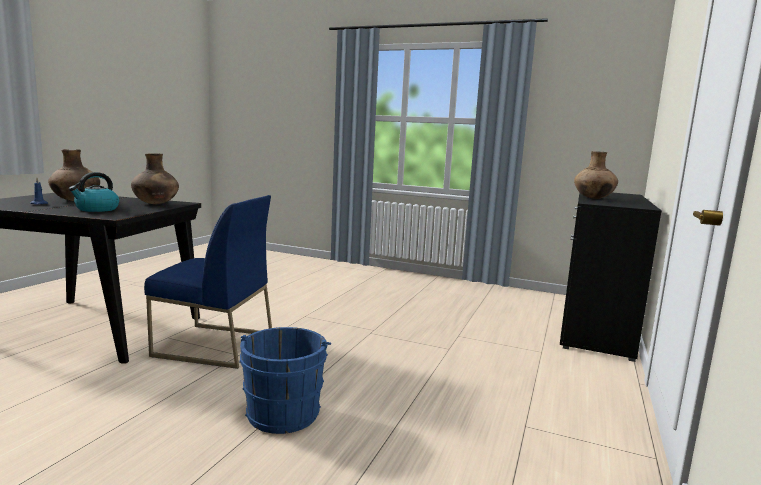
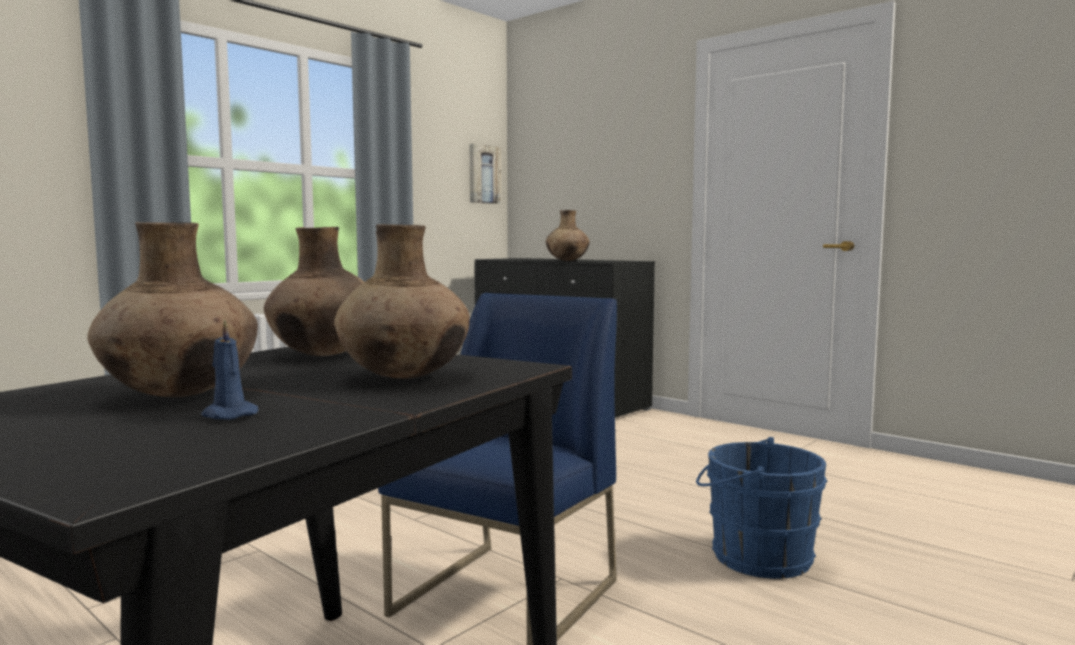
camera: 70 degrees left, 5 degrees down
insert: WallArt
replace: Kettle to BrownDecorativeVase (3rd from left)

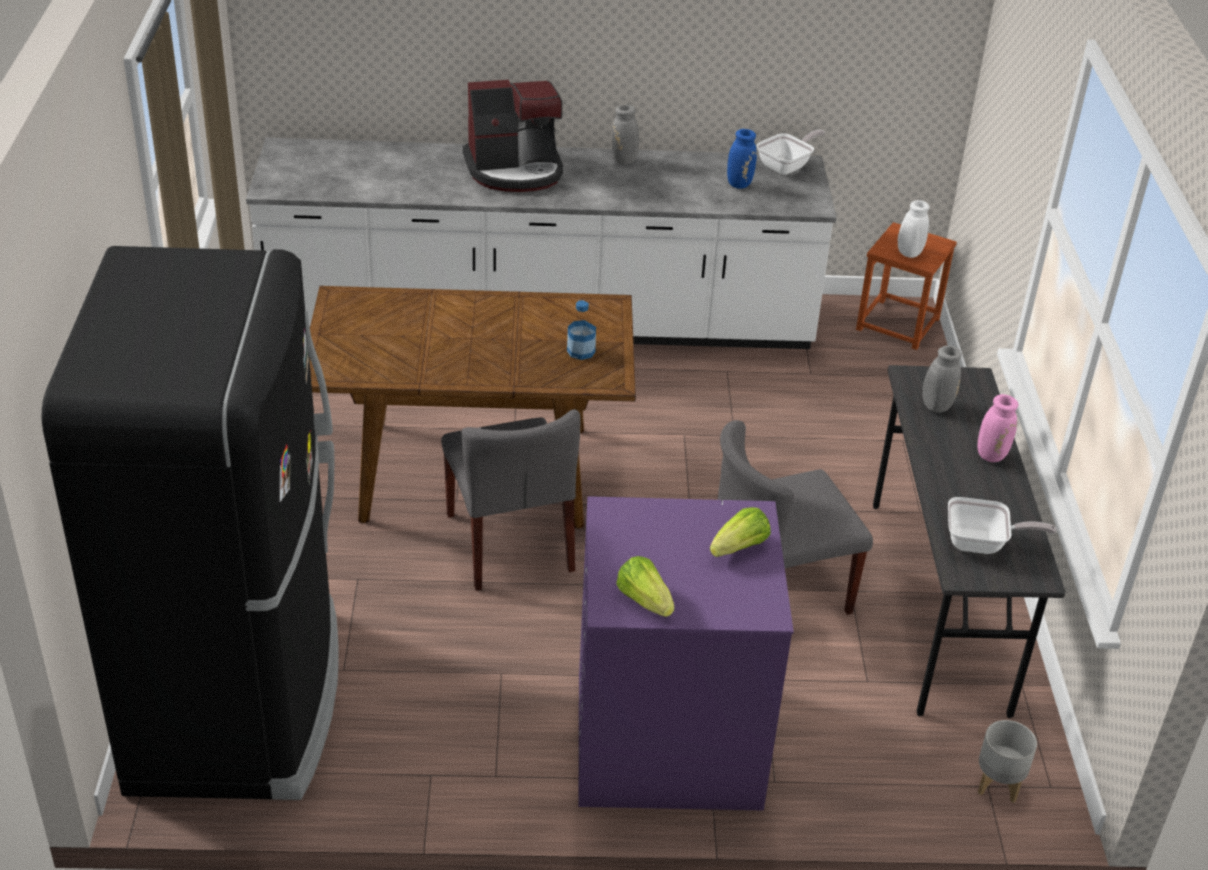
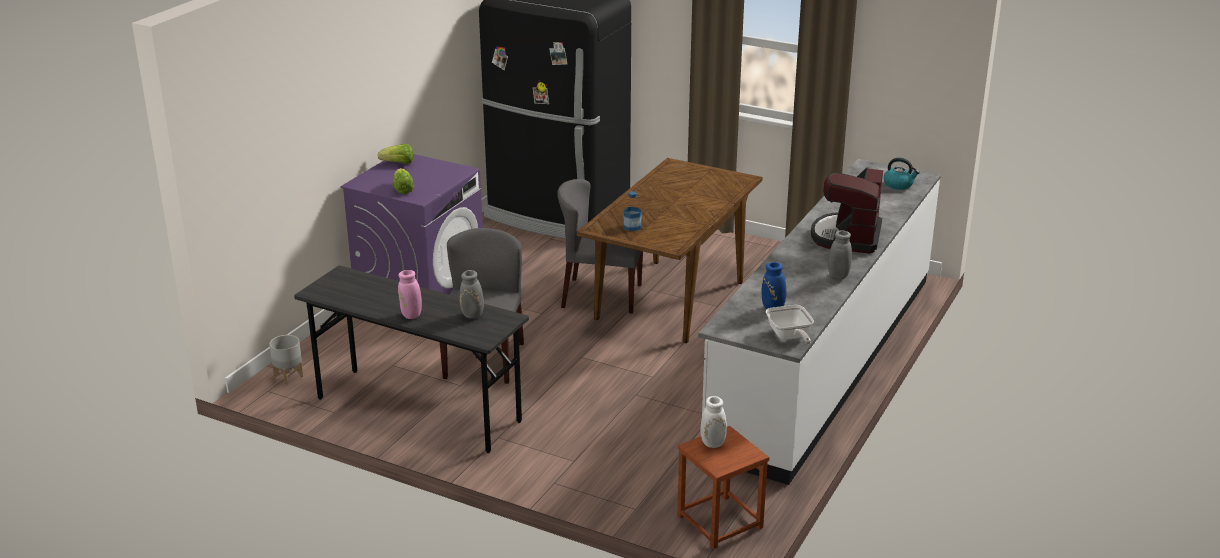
camera: 120 degrees right, 10 degrees down
delete: Skillet (2nd from left)
insert: Kettle

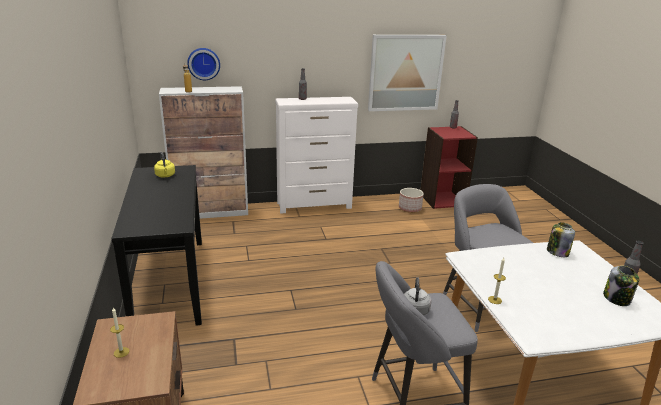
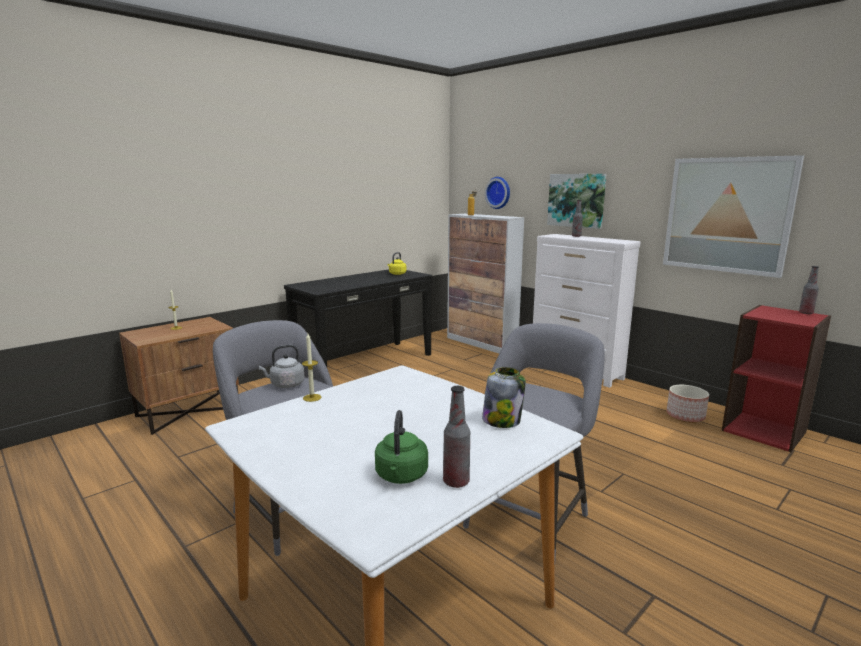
camera: 60 degrees right, 10 degrees down
insert: WallArt (1st from left)
replace: StorageJar (2nd from left) to GreenKettle

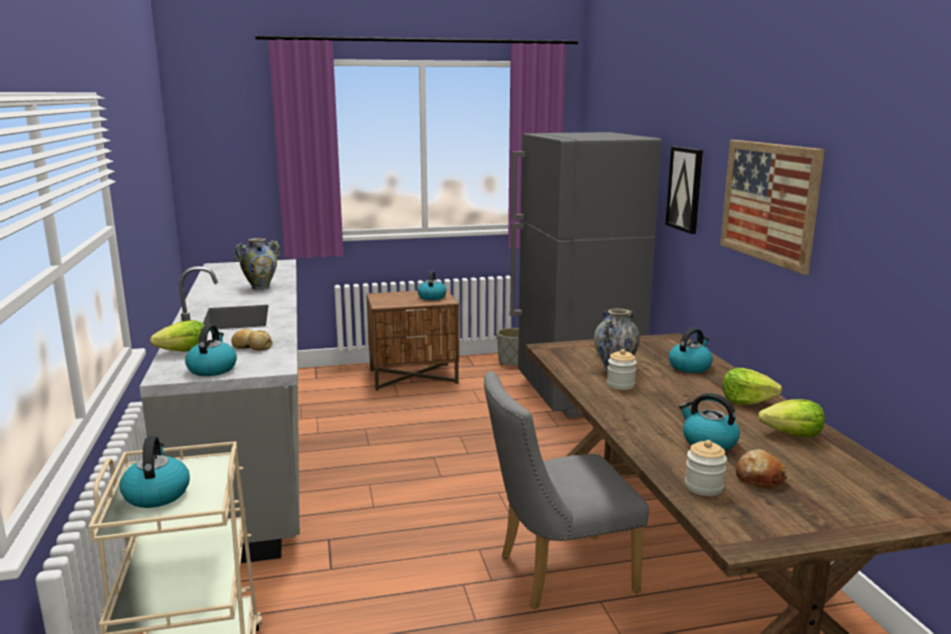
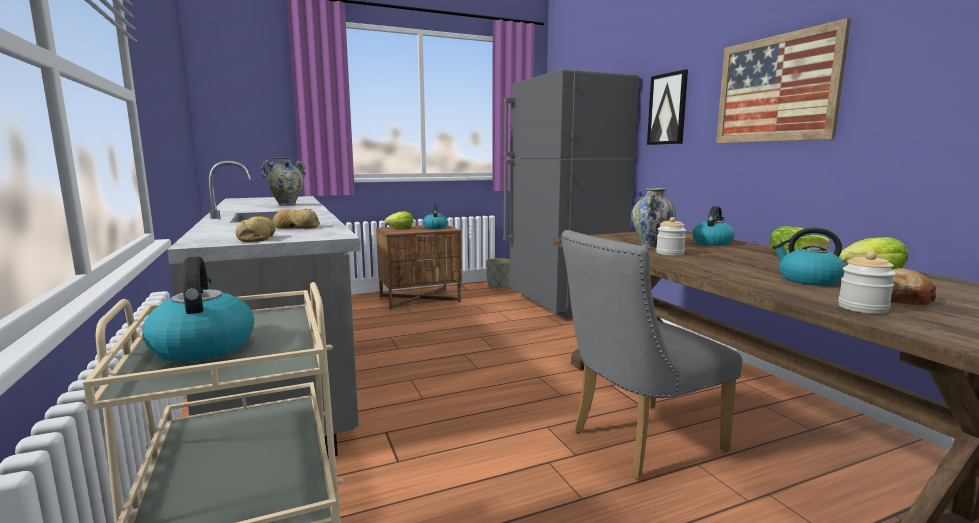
camera: 10 degrees left, 5 degrees down
move: Lettuce (1st from left)
replace: Kettle (2nd from left) to BakeryBread (1st from left)

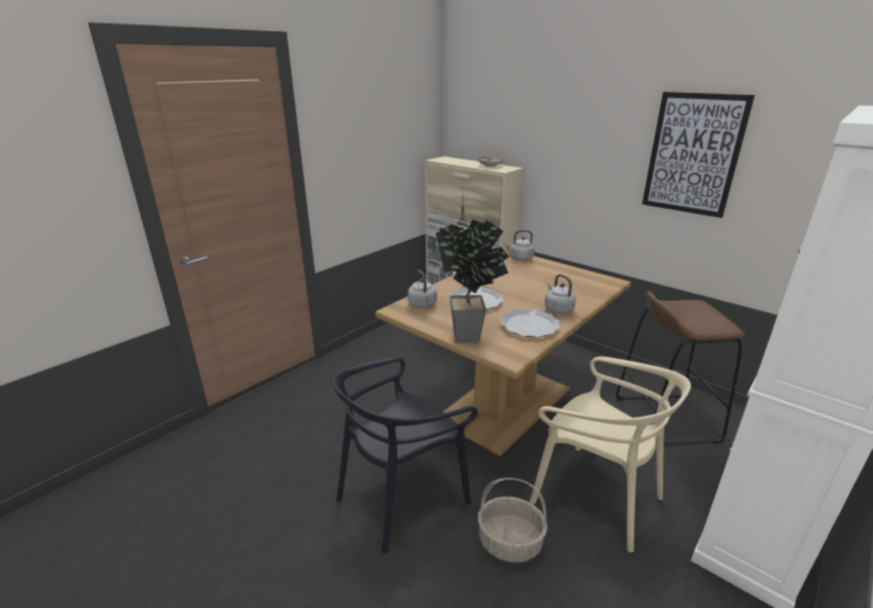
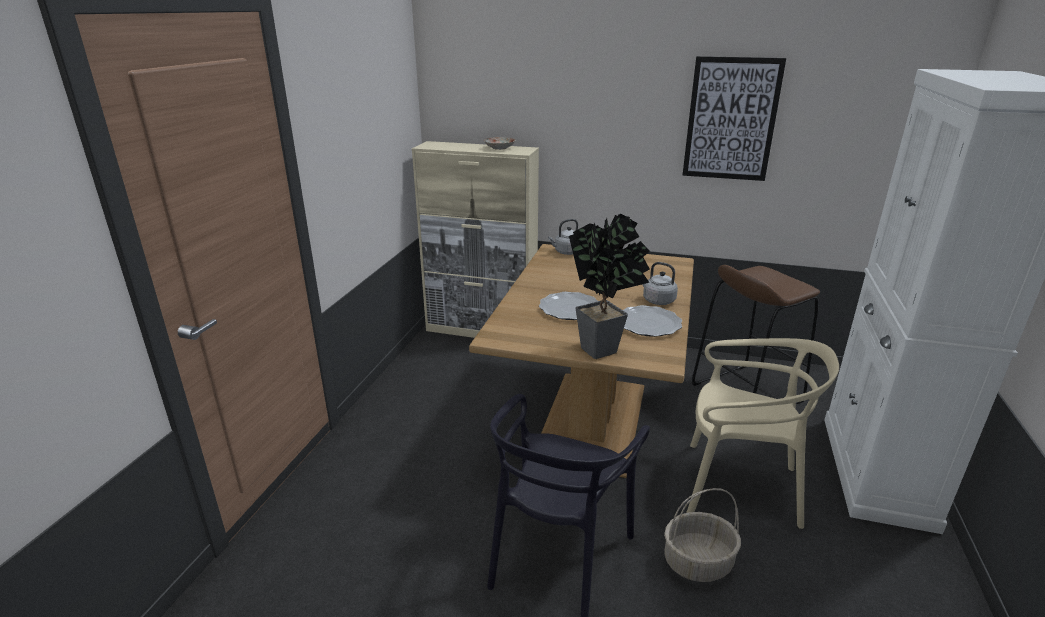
camera: 25 degrees left, 0 degrees up
delete: GreyishKettle (1st from left)

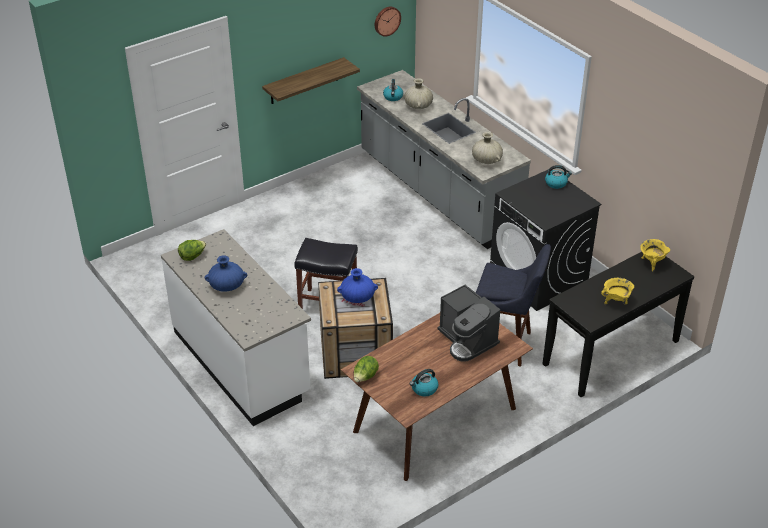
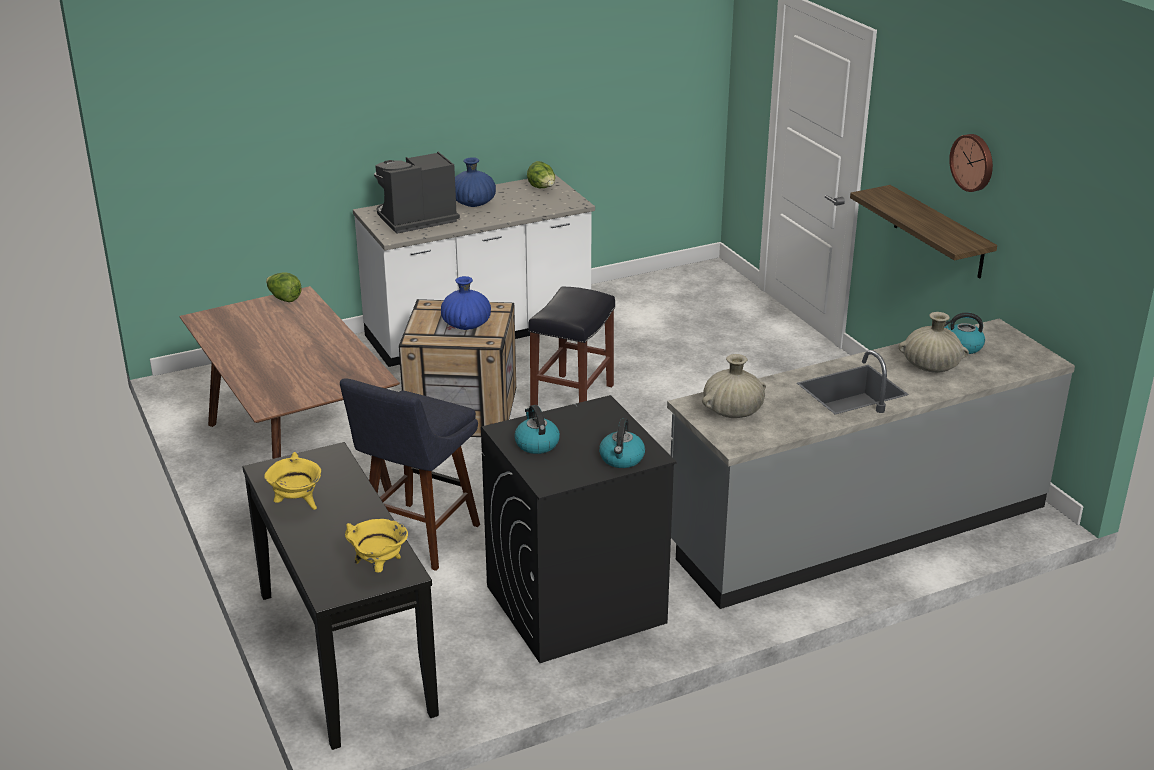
camera: 100 degrees right, 10 degrees down
move: WallClock; Kettle (2nd from left in the first image) to Kettle (1st from left); CoffeeMaker

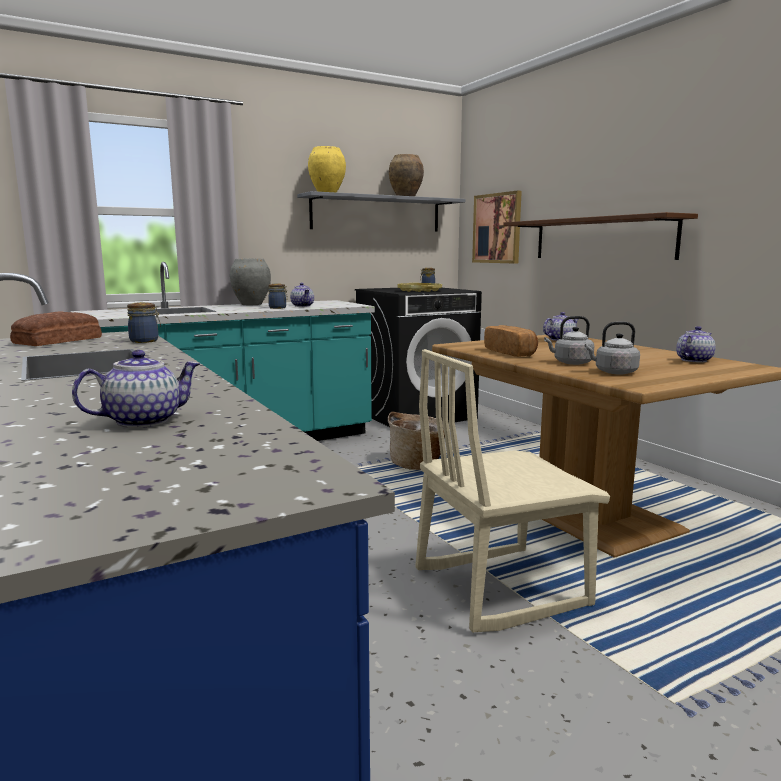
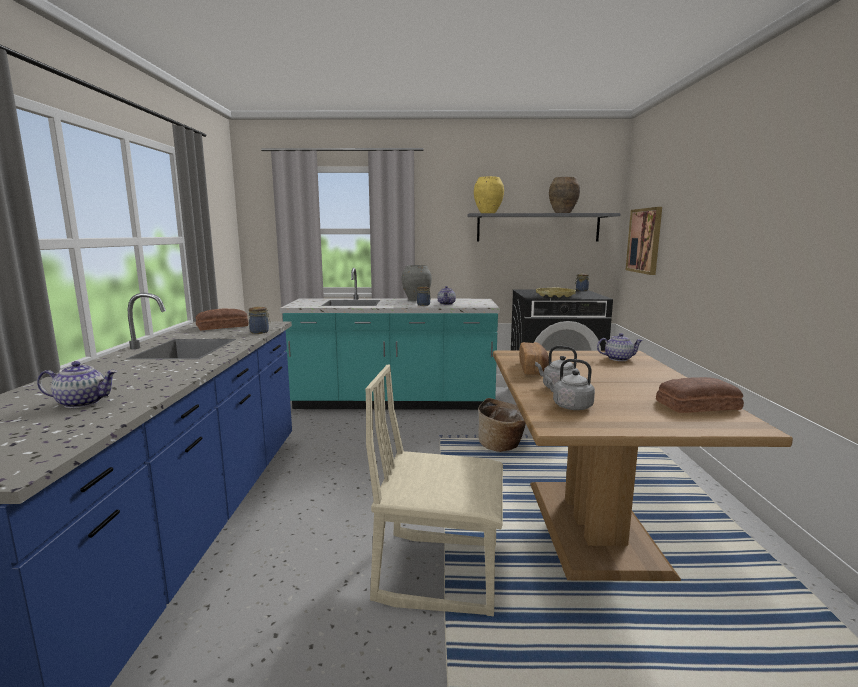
camera: 30 degrees right, 0 degrees up
delete: BrownShelf
replace: TeaPot (4th from left) to BakeryBread (3rd from left)

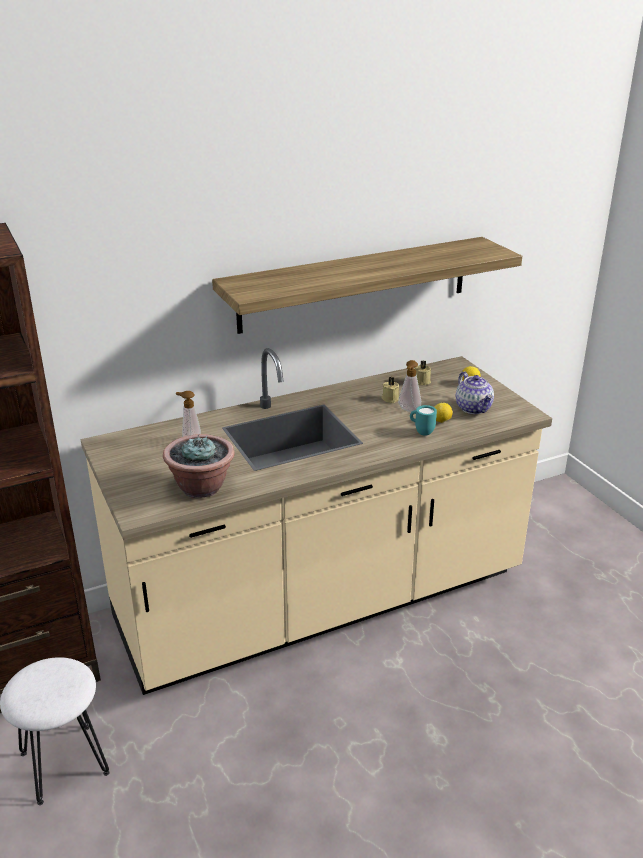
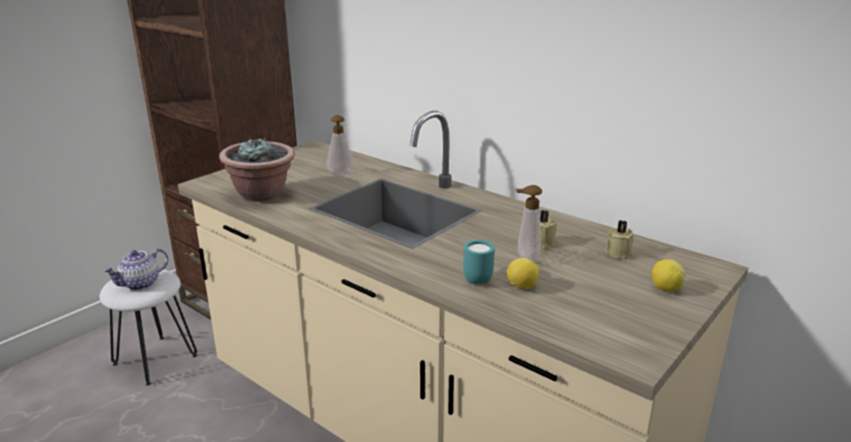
camera: 65 degrees right, 5 degrees down
delete: Shelf
move: TeaPot

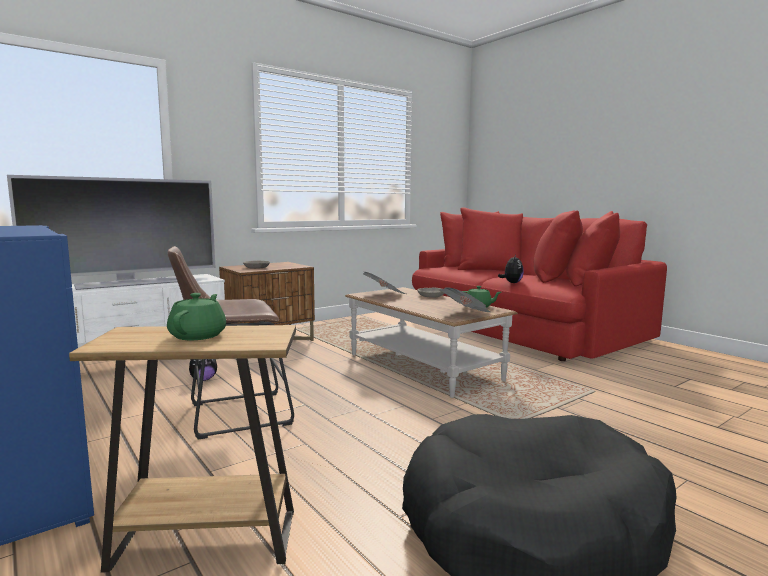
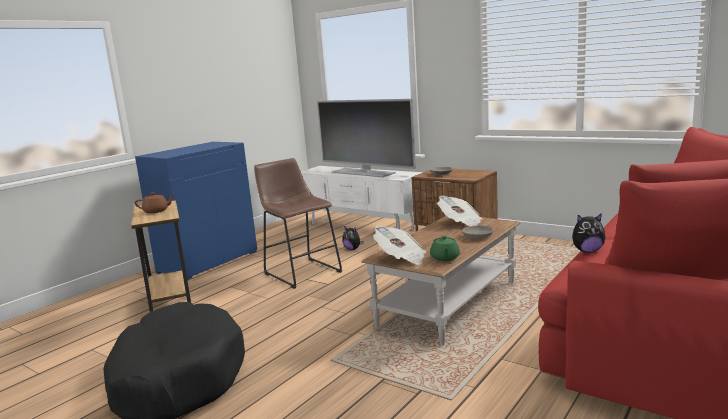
camera: 75 degrees right, 5 degrees up
recolor: GreenTeaPot (1st from left) to BrownTeaPot

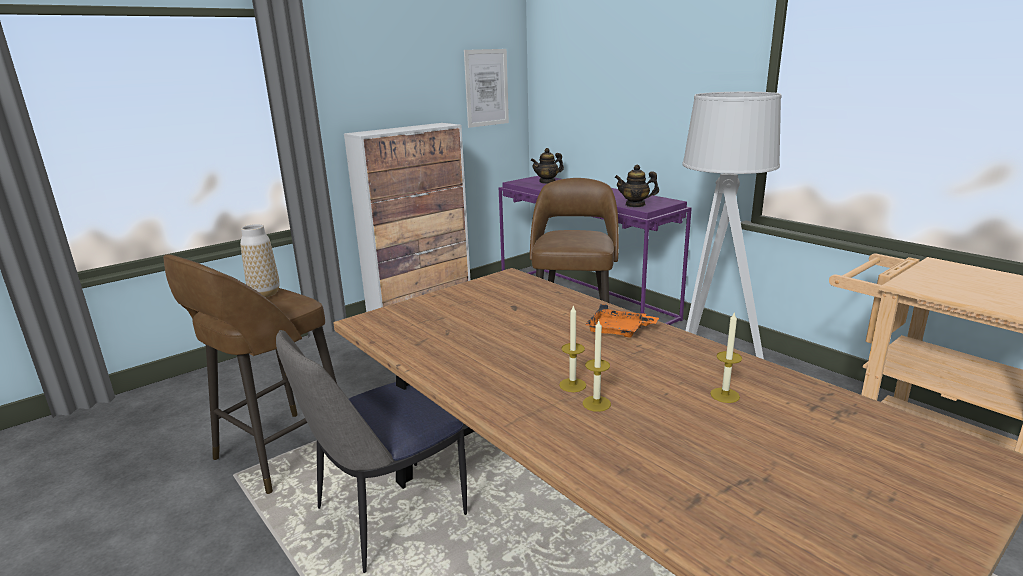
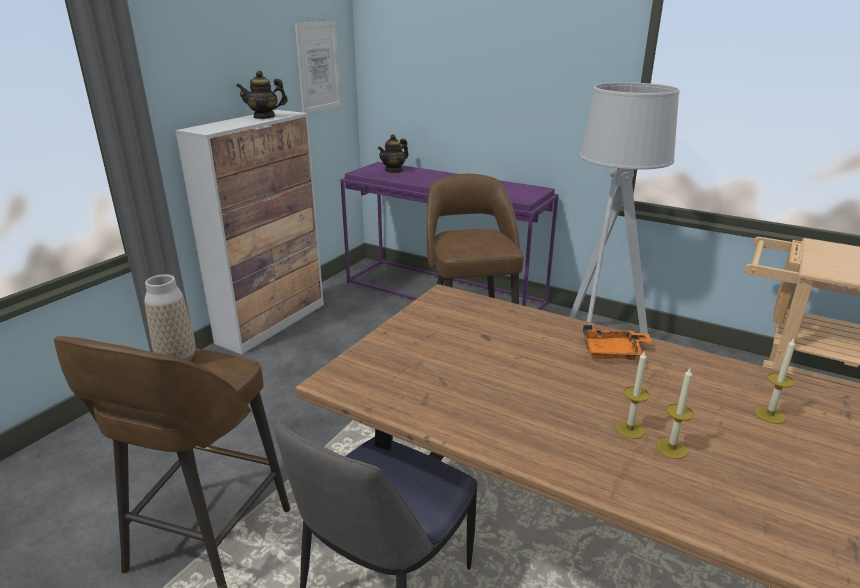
camera: 20 degrees left, 5 degrees up
move: TeaPot (2nd from left in the first image) to TeaPot (1st from left)

